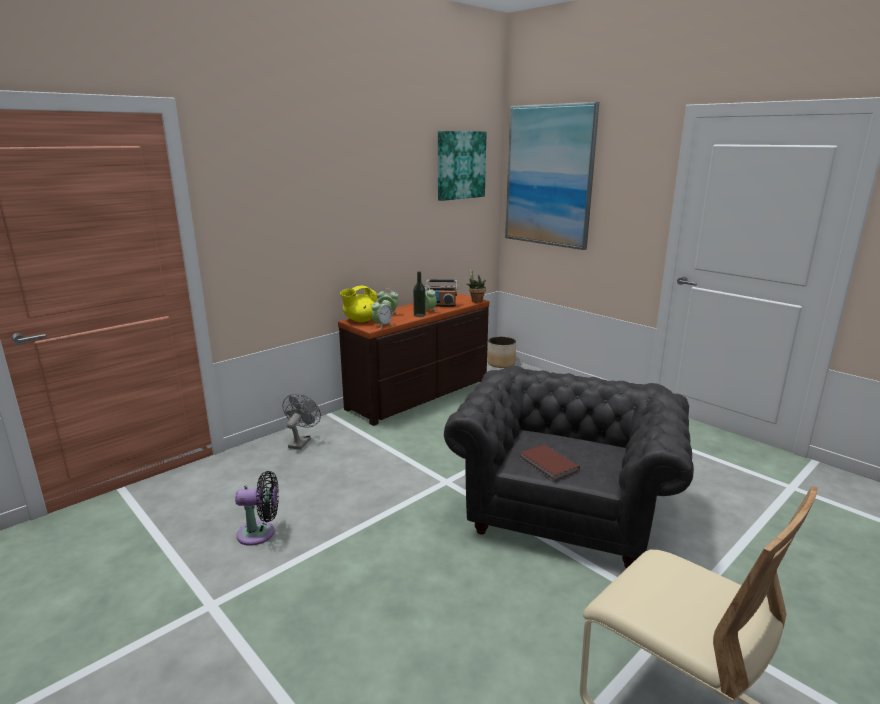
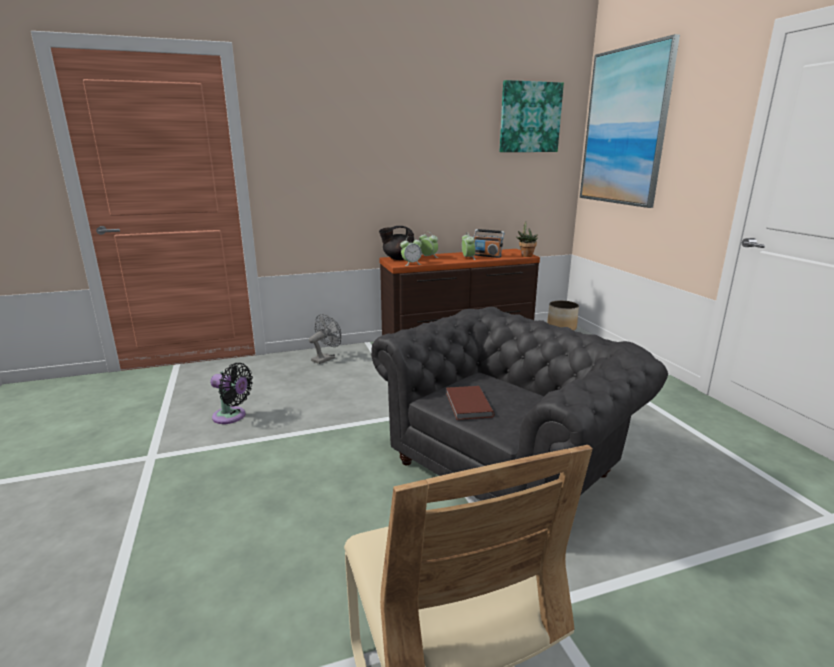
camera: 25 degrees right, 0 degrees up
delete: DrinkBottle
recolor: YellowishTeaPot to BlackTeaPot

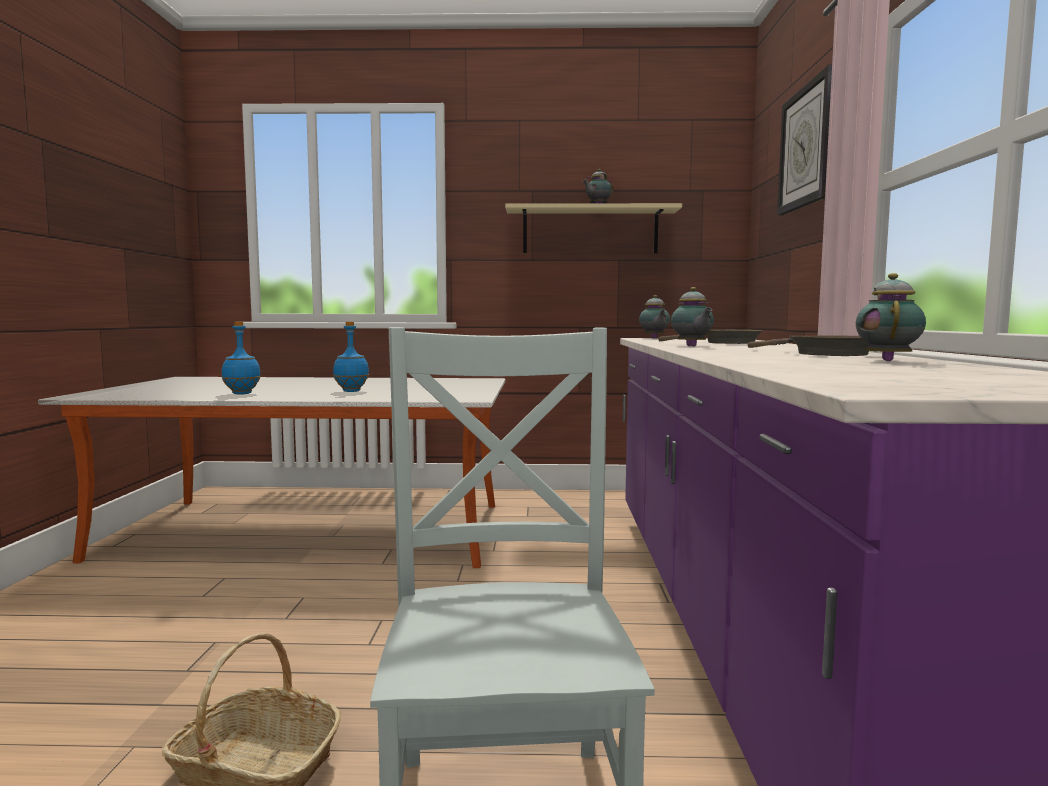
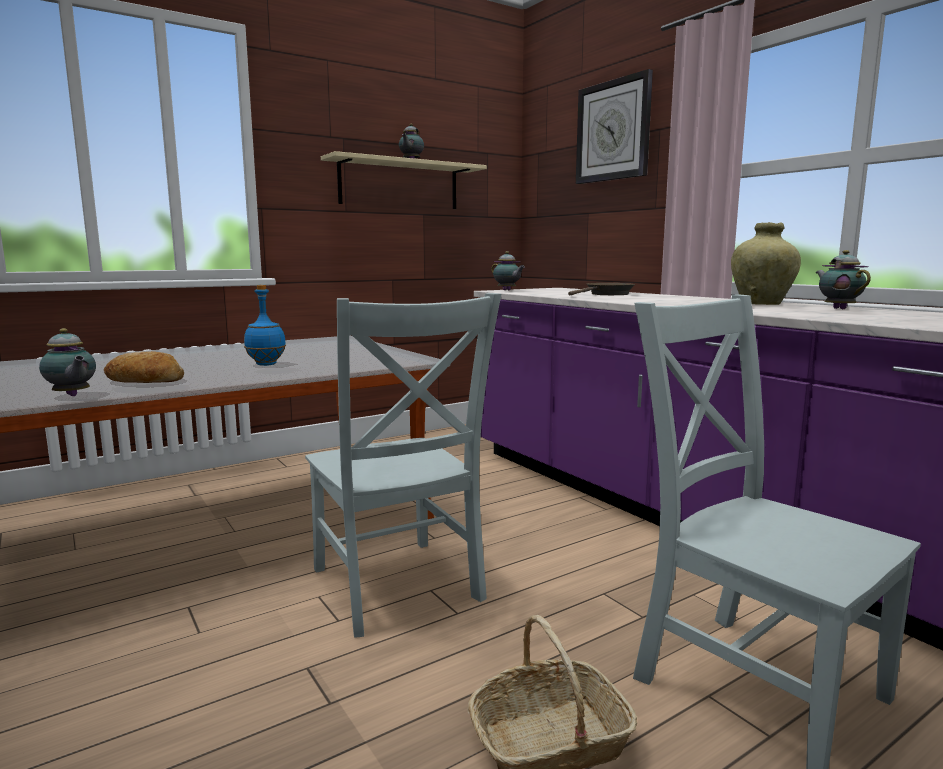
camera: 35 degrees left, 5 degrees up
insert: GreyishChair (1st from left)
move: TeaPot (3rd from left in the first image) to TeaPot (1st from left)
replace: BlueDrinkBottle (1st from left) to BakeryBread; BrownSkillet (2nd from left) to BeigeDecorativeVase

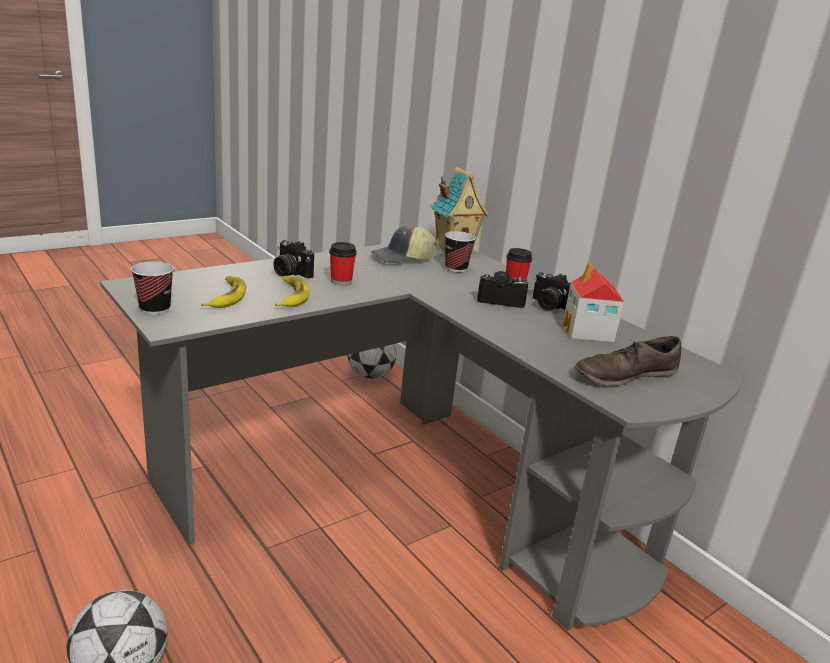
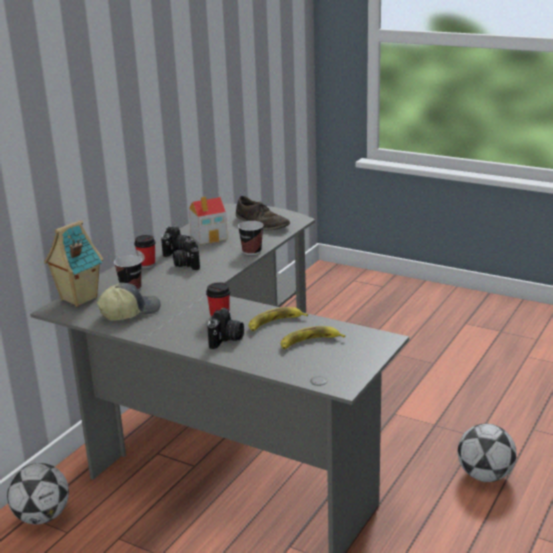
camera: 110 degrees left, 0 degrees up
move: Cup (1st from left in the first image) to Cup (4th from left)
rotate: PeakedCap 75 degrees counterclockwise

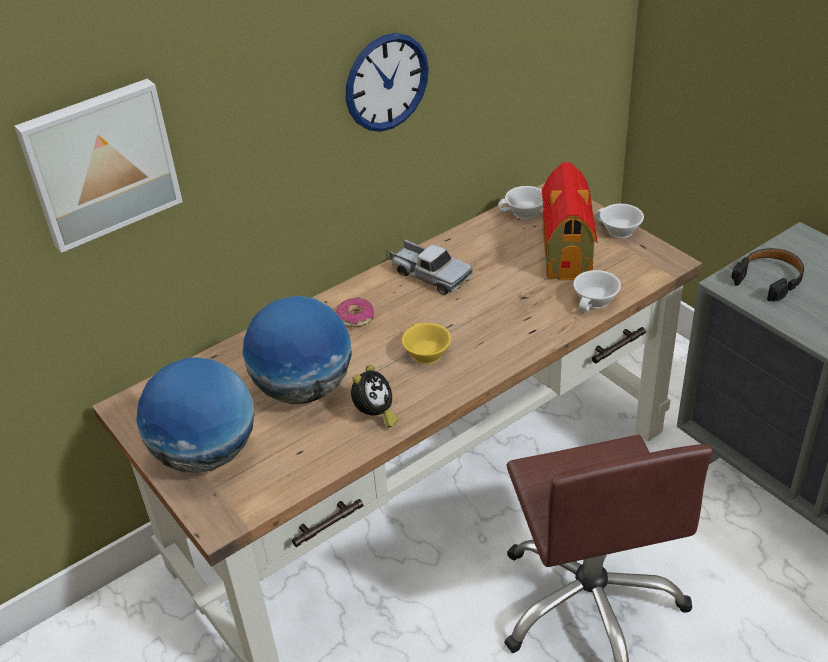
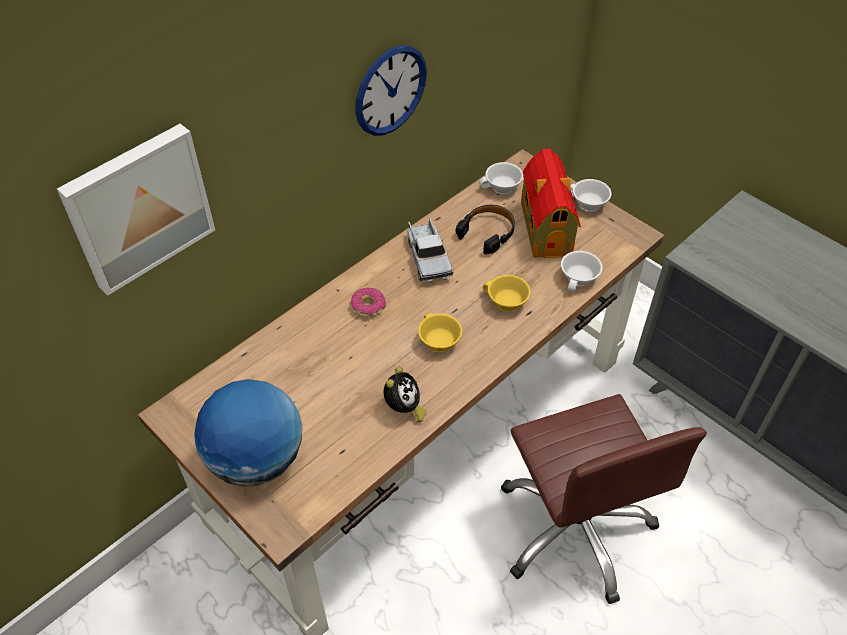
camera: 10 degrees left, 10 degrees up
delete: WorldGlobe (2nd from left)
insert: YellowishCup (2nd from left)
move: BlackHeadphones
rotate: ToyTruck 45 degrees clockwise

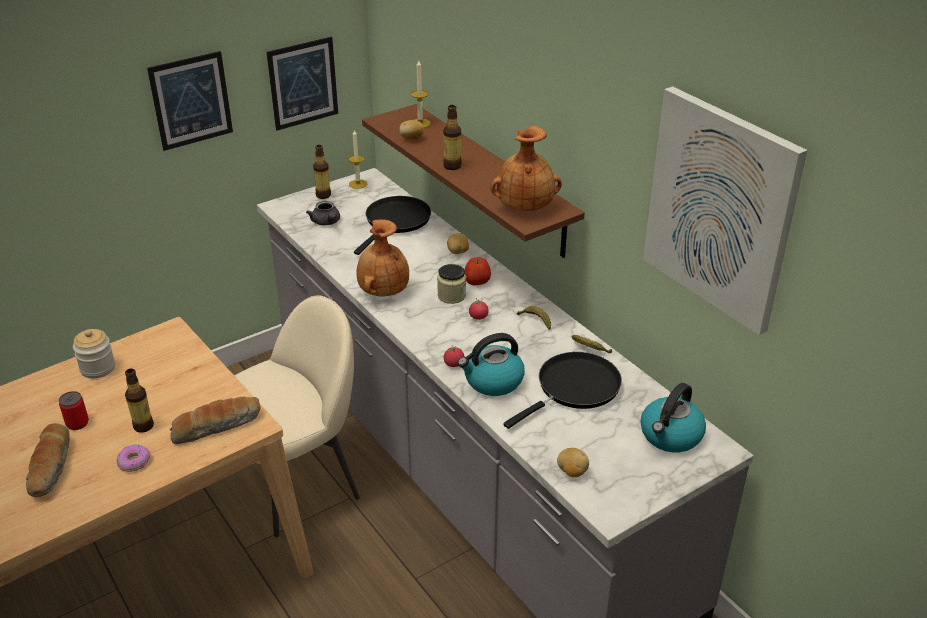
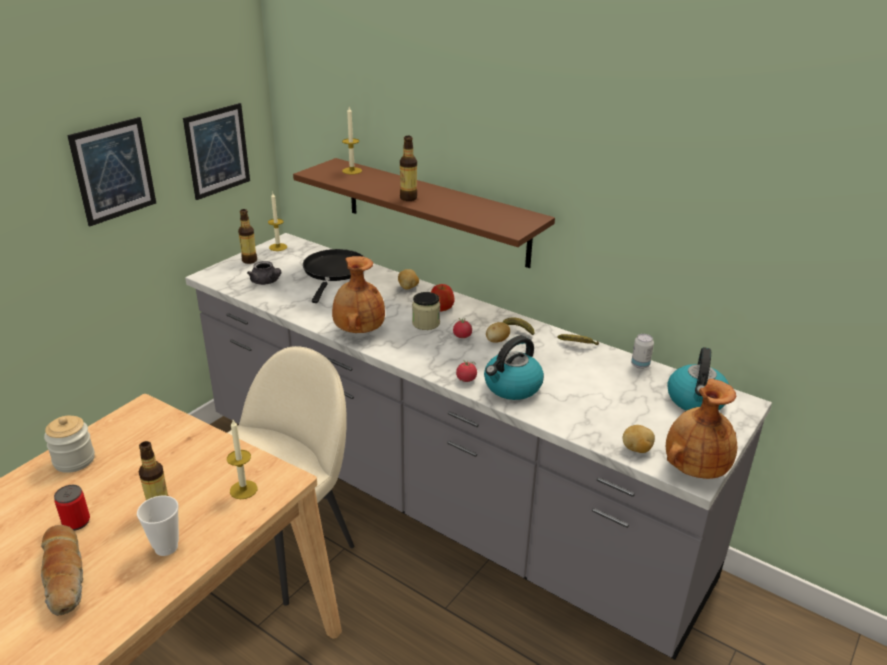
camera: 20 degrees left, 5 degrees down
delete: BlackSkillet (2nd from left); WallArt (3rd from left)
insert: Can (2nd from left)
move: Potato (1st from left in the first image) to Potato (2nd from left); BrownDecorativeVase (2nd from left)
replace: RingDoughnut to Cup; BakeryBread (2nd from left) to WaxCandle (1st from left)

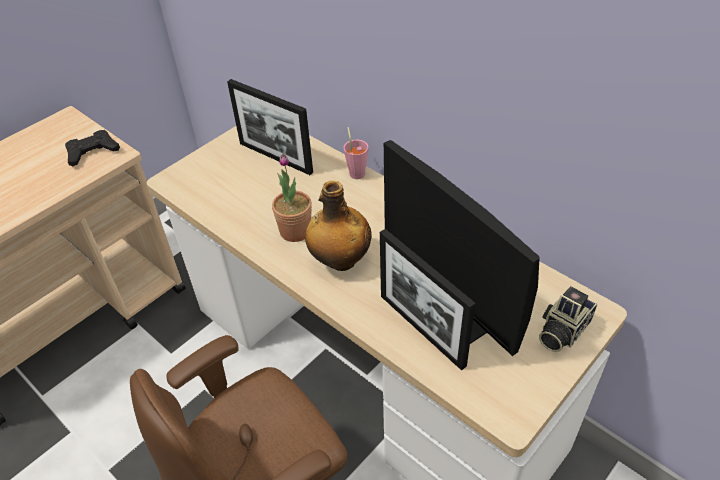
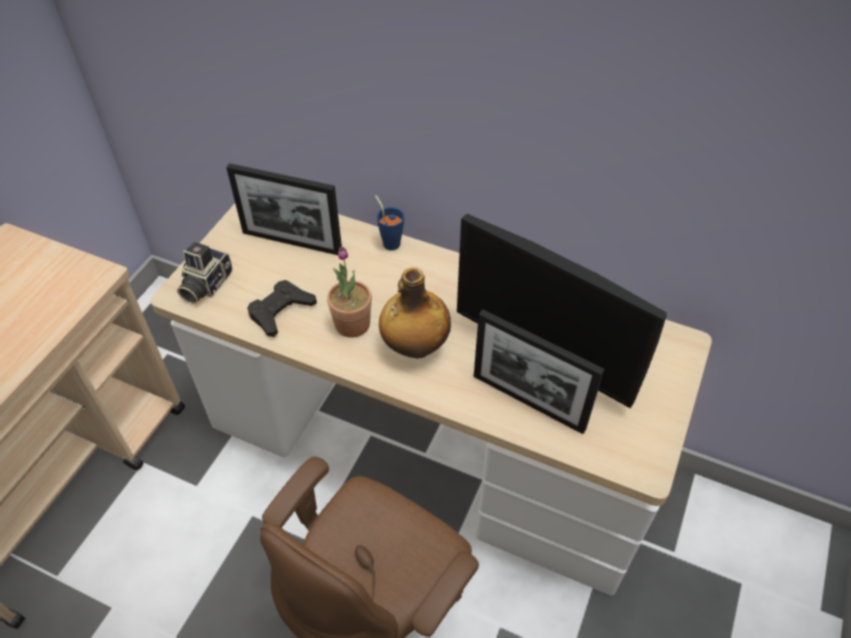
camera: 20 degrees left, 5 degrees up
move: BlackJoypad; PhotoCamera
recolor: PinkishCup to BlueCup

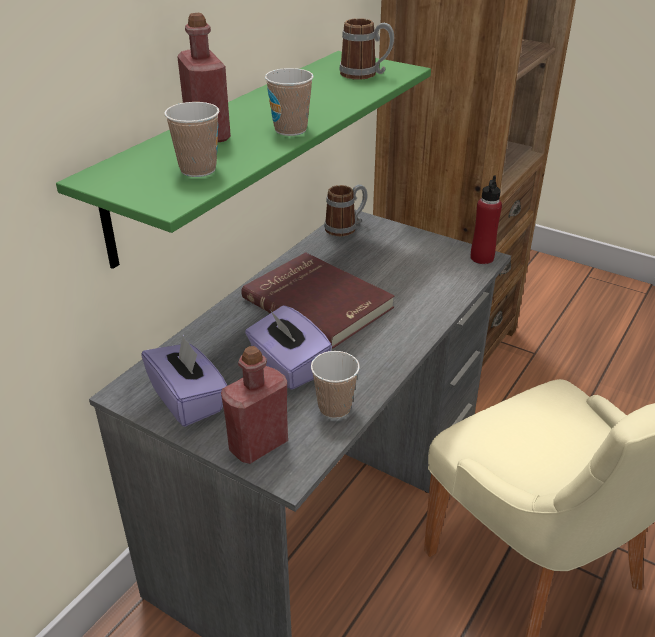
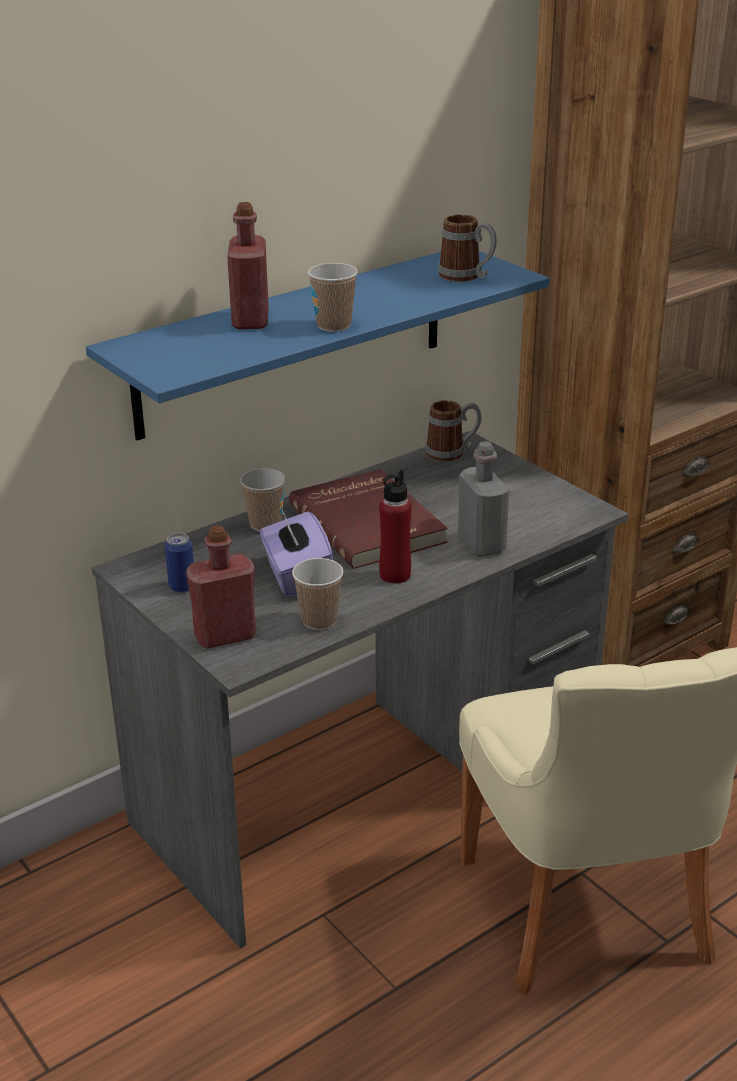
camera: 20 degrees right, 5 degrees down
insert: GreyishDrinkBottle
move: Cup (1st from left); ReddishDrinkBottle (3rd from left)
replace: PurplishBoxOfTissues (1st from left) to Can
recolor: GreenShelf to BlueShelf

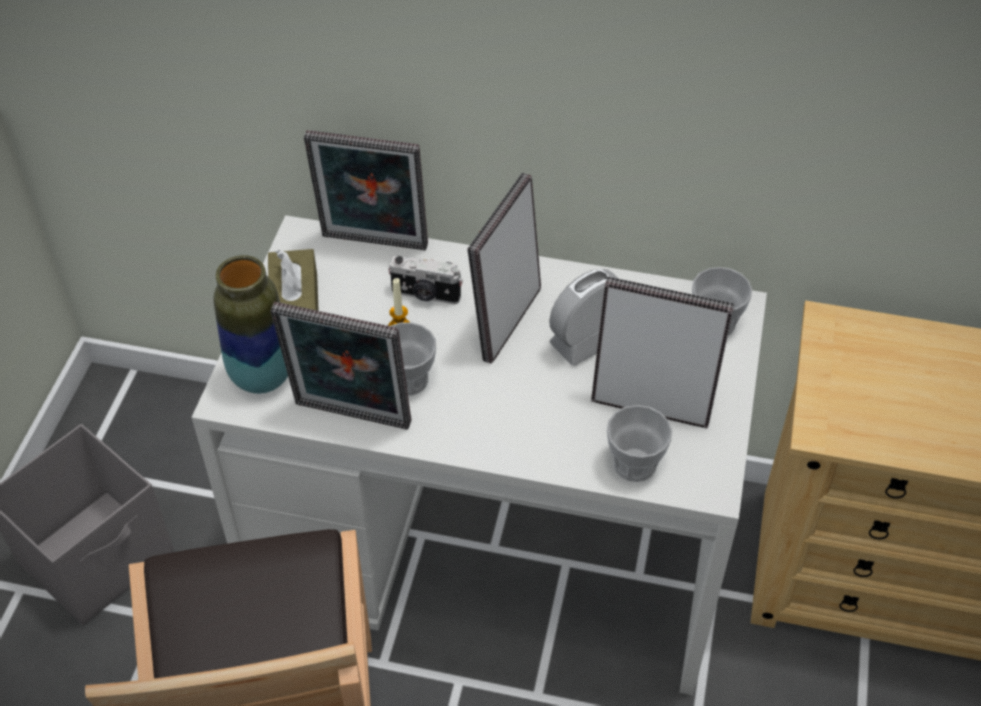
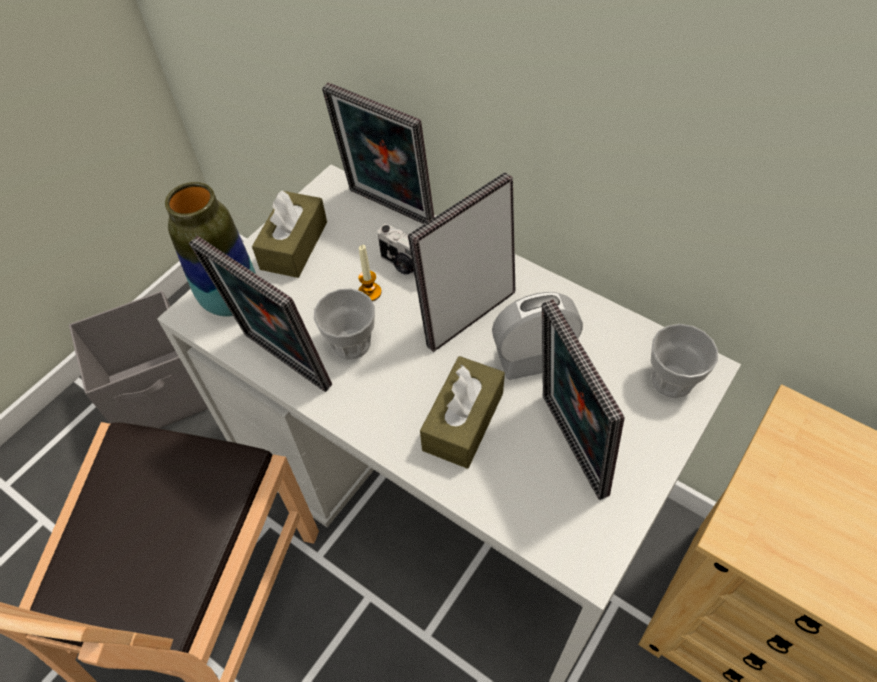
camera: 25 degrees right, 5 degrees up
delete: Cup (2nd from left)
insert: BrownBoxOfTissues (2nd from left)
rotate: PictureFrame (4th from left) 150 degrees counterclockwise

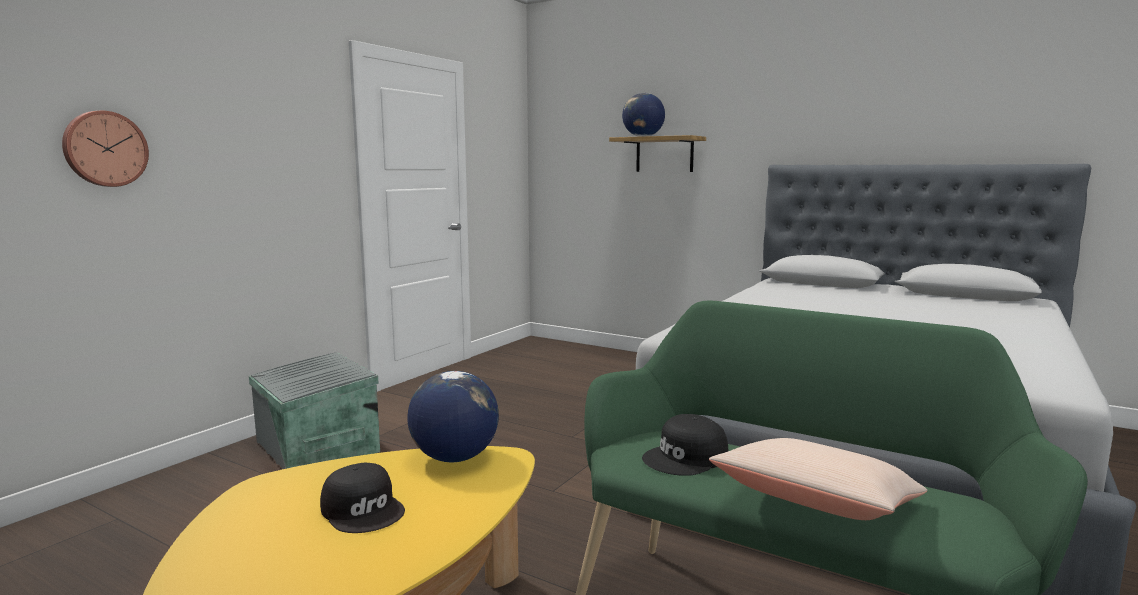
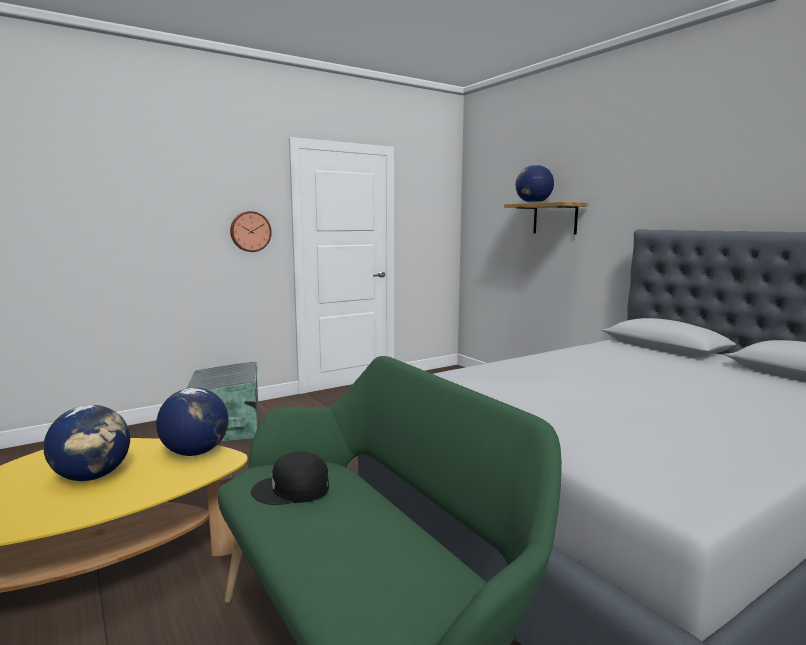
camera: 25 degrees right, 0 degrees up
delete: BeigeThrowPillow
move: WallClock
replace: BlackPeakedCap (1st from left) to WorldGlobe (1st from left)

